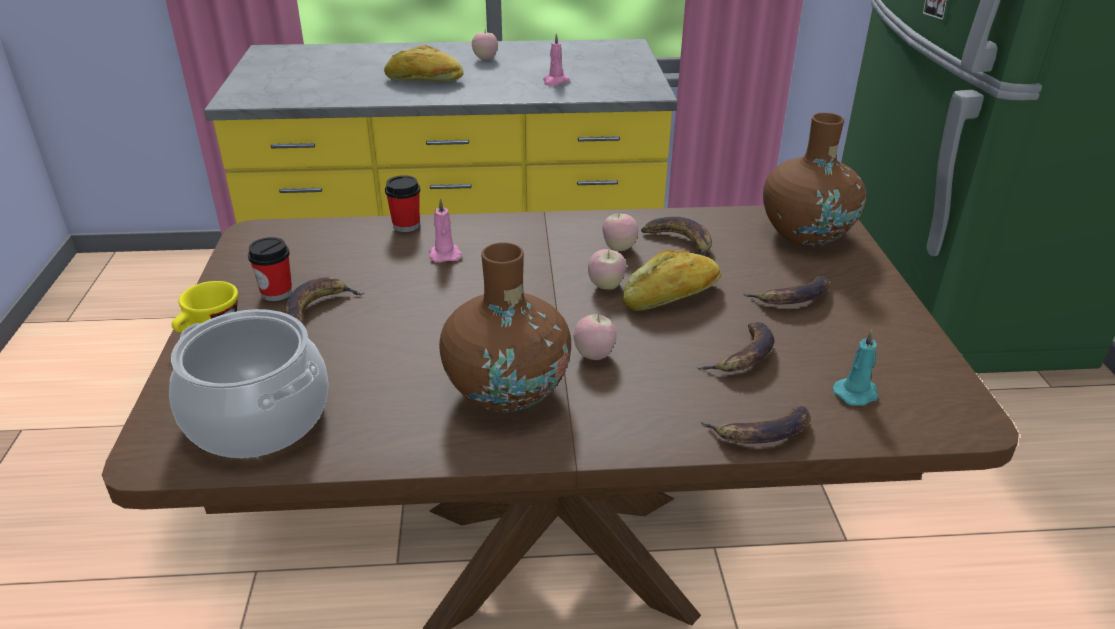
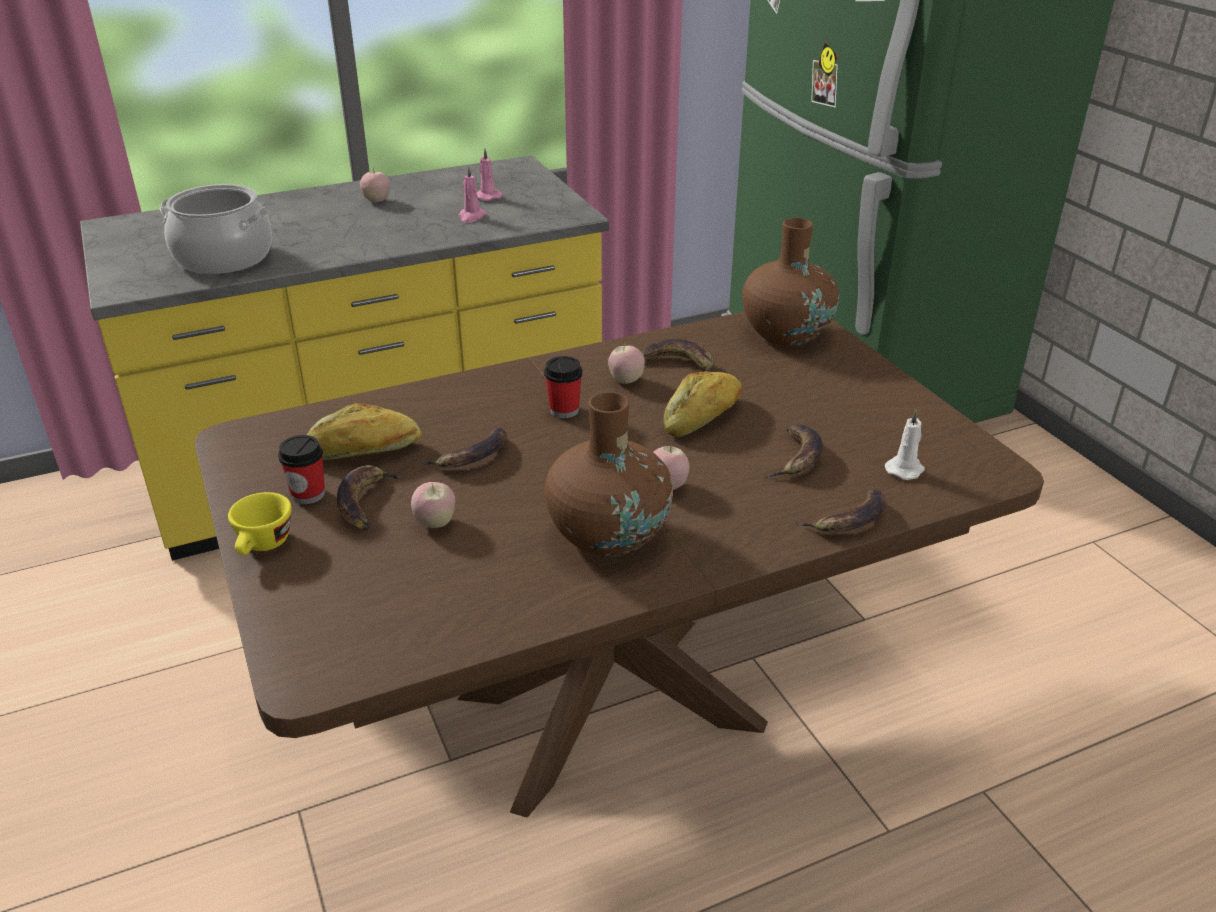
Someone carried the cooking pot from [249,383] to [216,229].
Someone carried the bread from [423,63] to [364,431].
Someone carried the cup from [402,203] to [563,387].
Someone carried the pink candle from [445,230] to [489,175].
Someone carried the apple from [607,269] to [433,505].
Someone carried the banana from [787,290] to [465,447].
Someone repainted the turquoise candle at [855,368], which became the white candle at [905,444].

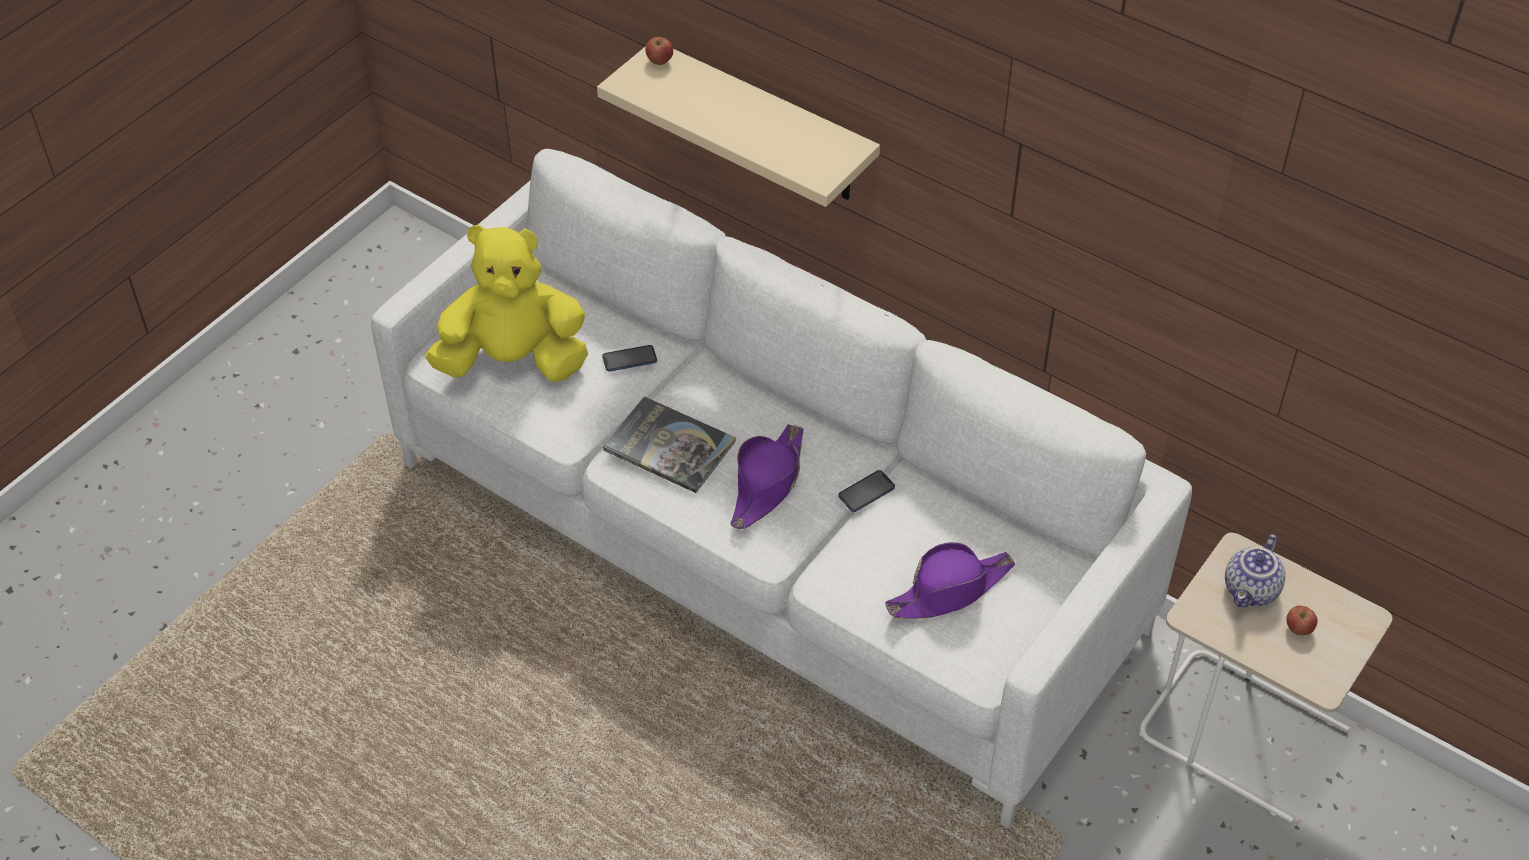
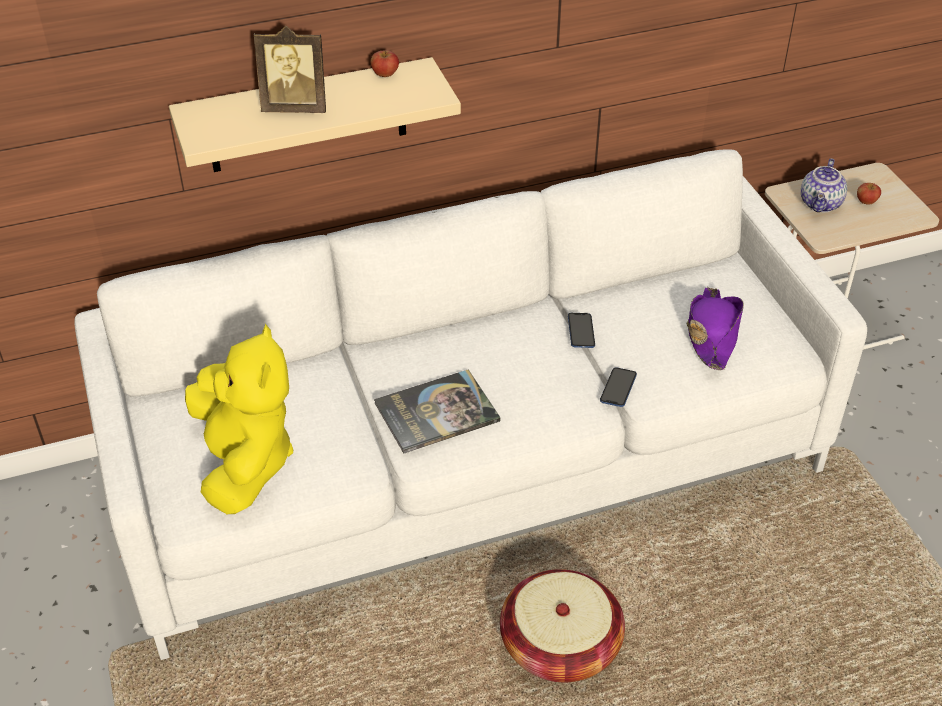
Someone rotated the yellow plush toy at [507,303] by 135 degrees clockwise.
Someone carried the phone from [629,358] to [618,387].
Someone carried the apple from [659,51] to [385,63].
Someone took away the purple hat at [767,476].
Someone rotated the teapot at [1255,571] by 45 degrees clockwise.
Someone put down the picture frame at [290,69].
Someone put down the basket at [562,625].

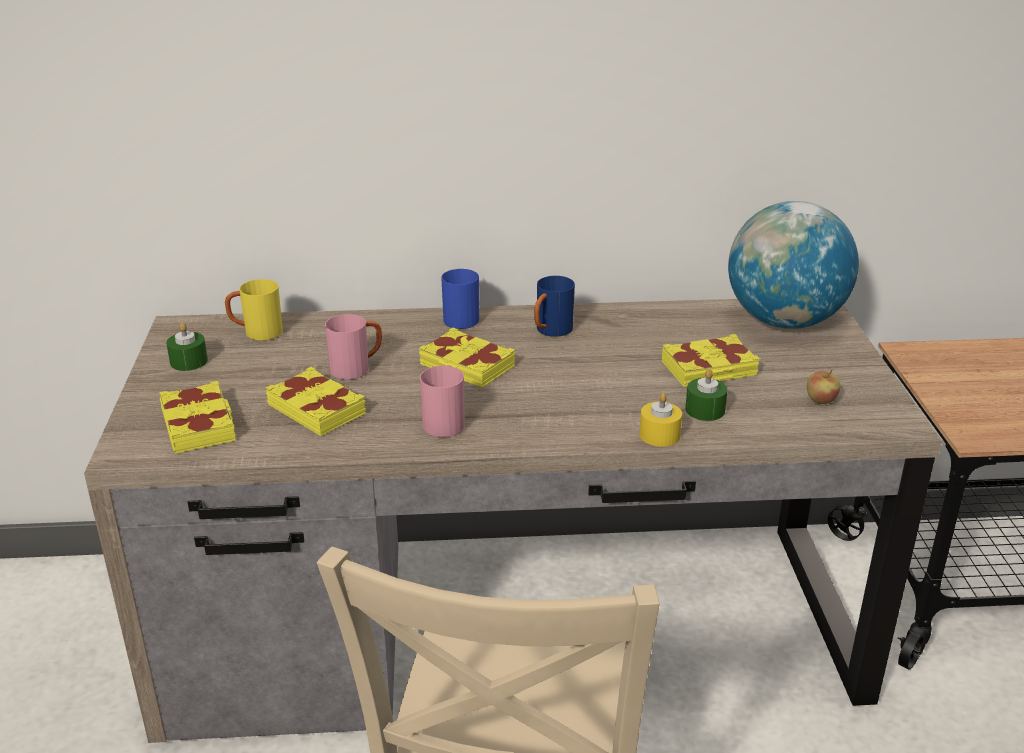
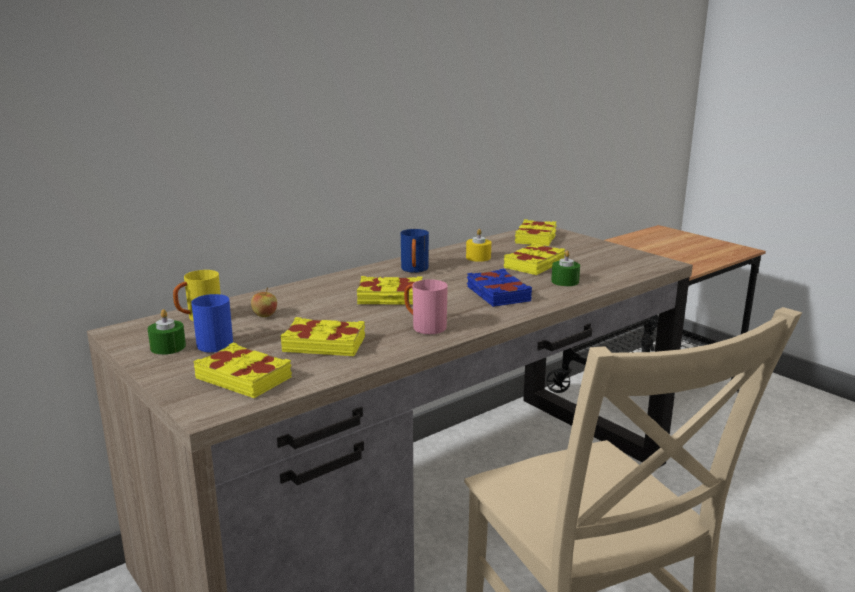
Someone took away the pink mug at [353,347].
Someone carried the blue mug from [460,299] to [212,323].
Someone carried the yellow candle from [660,420] to [478,245].
Someone swapped the globe at [793,265] for the yellow book at [536,232].
Someone carried the apple from [823,387] to [264,302].
Someone put down the blue book at [499,288].

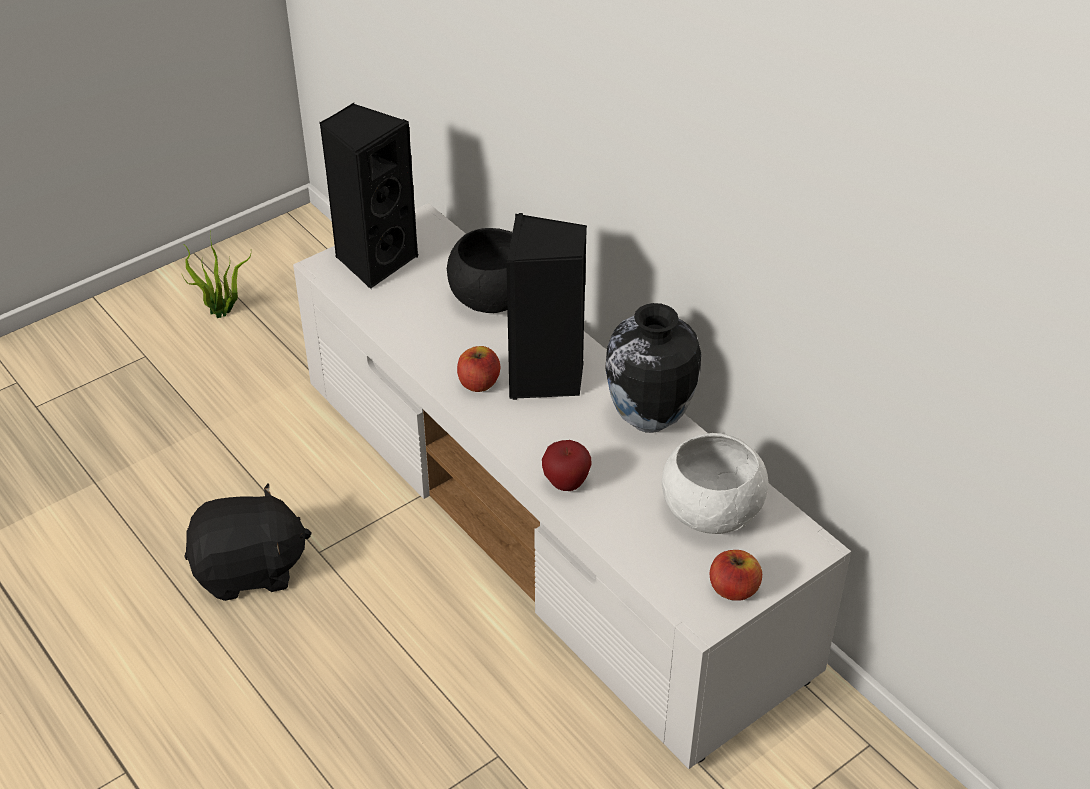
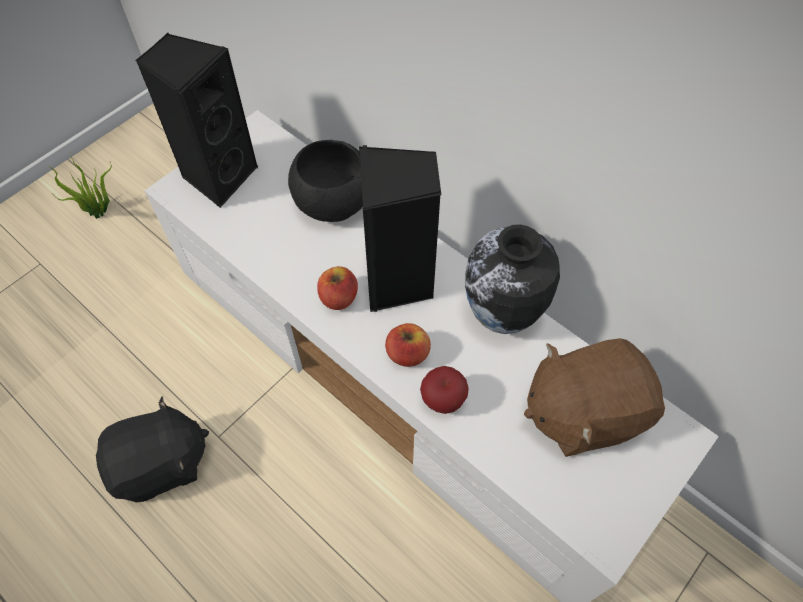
Someone swapped the white bowl at [715,483] for the brown plush toy at [594,397].
Someone carried the apple from [736,575] to [408,345].

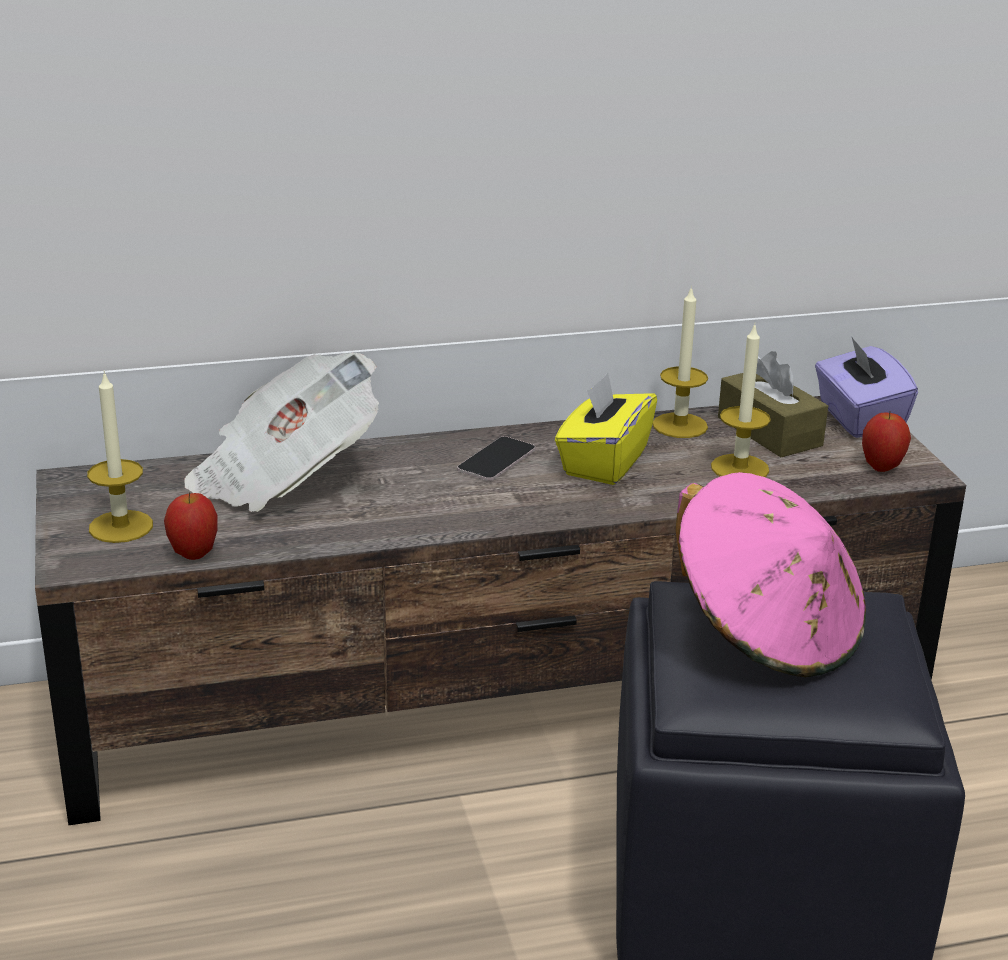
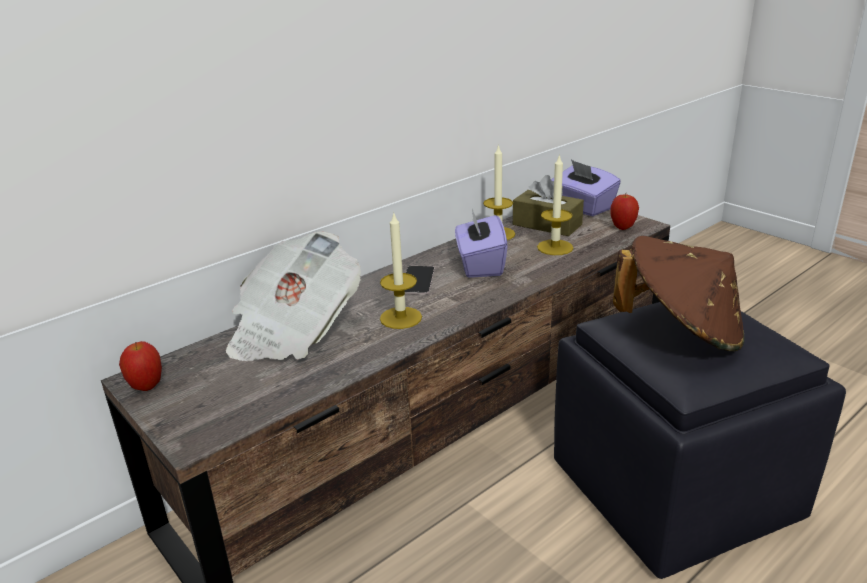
Someone carried the candle from [120,457] to [401,271].
Someone carried the apple from [191,526] to [140,366].
Someone repainted the yellow tissue box at [606,429], which became the purple tissue box at [481,243].
Someone repainted the pink hat at [770,575], which became the brown hat at [679,293].

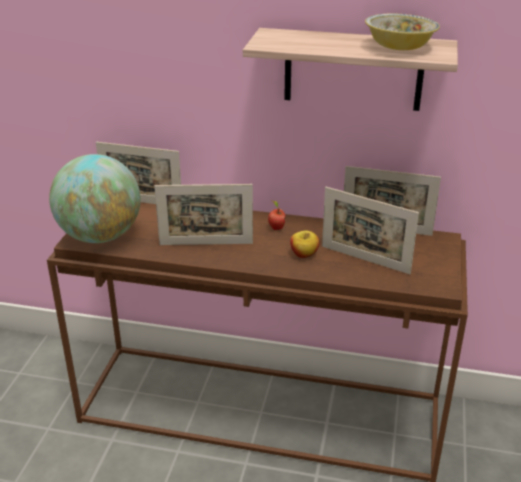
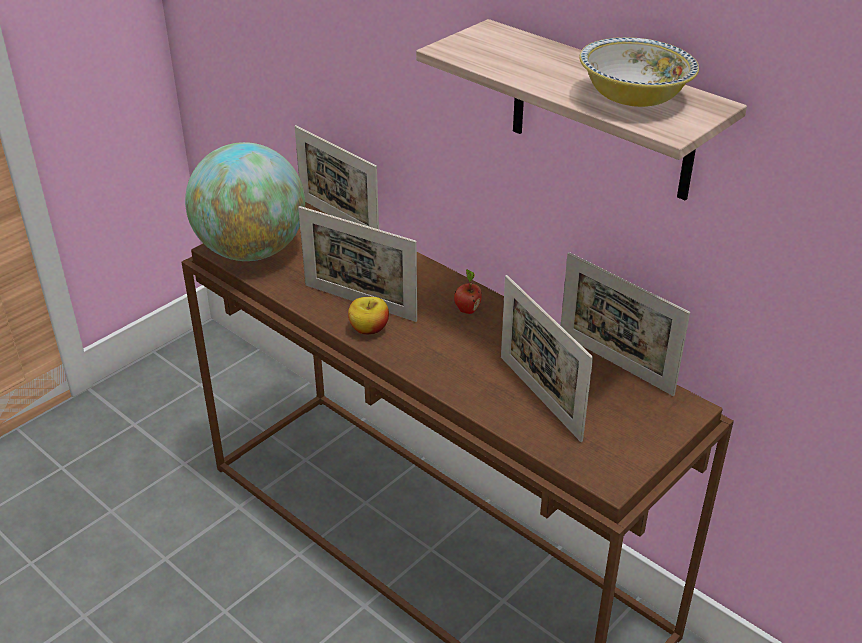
Someone carried the apple from [305,244] to [368,316].

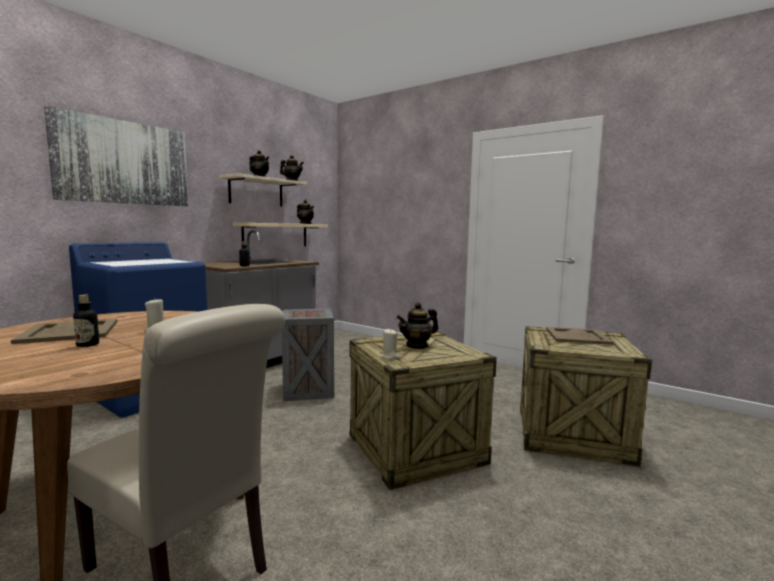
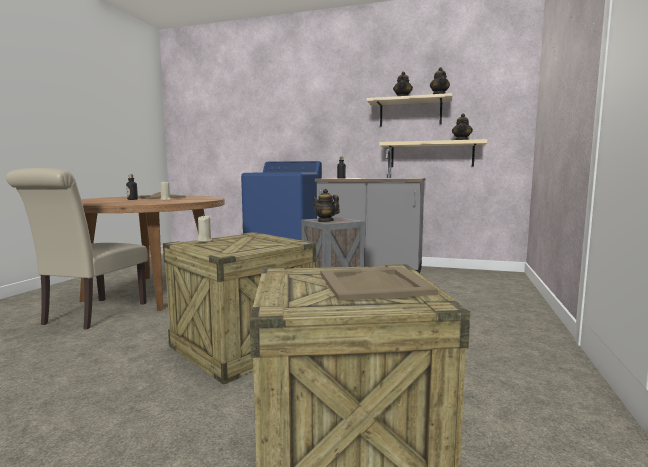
Someone took away the picture at [116,156].
Someone carried the teapot from [417,325] to [326,205].

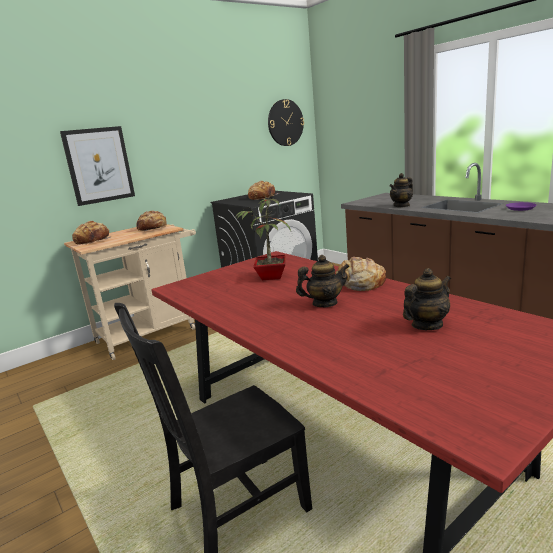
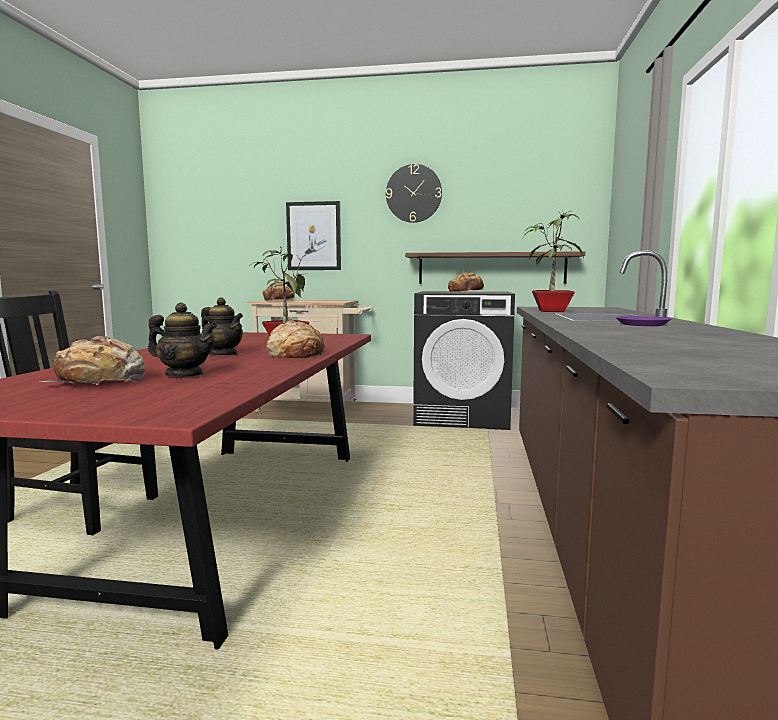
Someone carried the bread from [151,220] to [93,360].
Someone carried the wall clock from [286,122] to [414,193].
Someone swapped the teapot at [401,190] for the potted plant at [553,261].
Someone put up the shelf at [495,267].

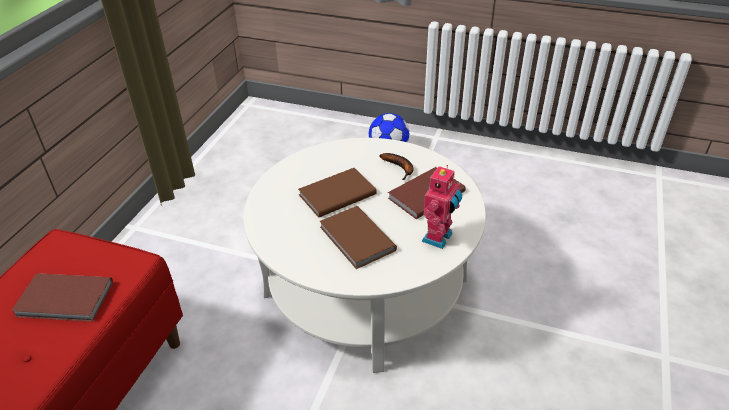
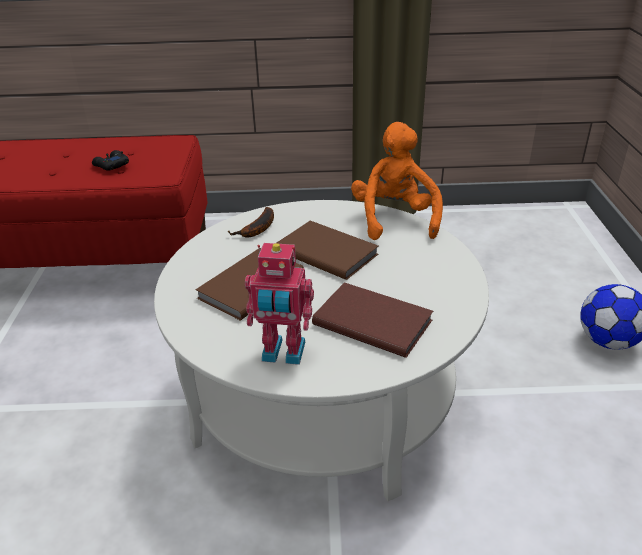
Someone swapped the brown book at [62,297] for the black game controller at [110,160].
Someone carried the banana from [396,166] to [250,222].
Someone put down the orange plush toy at [397,181].

